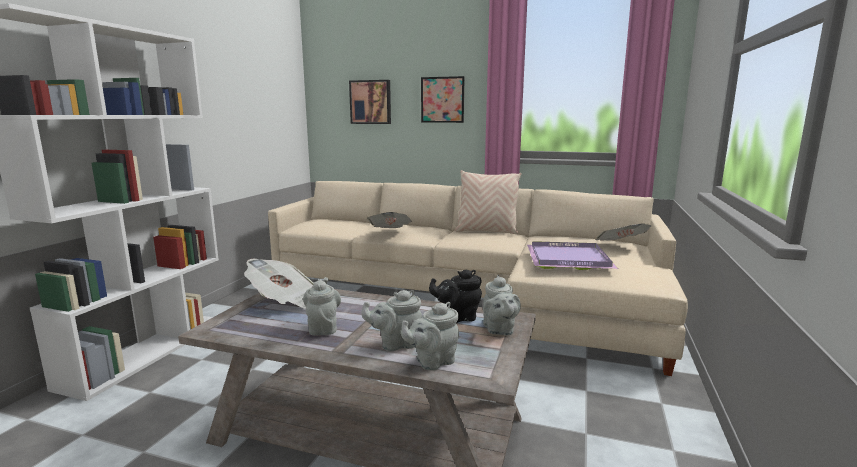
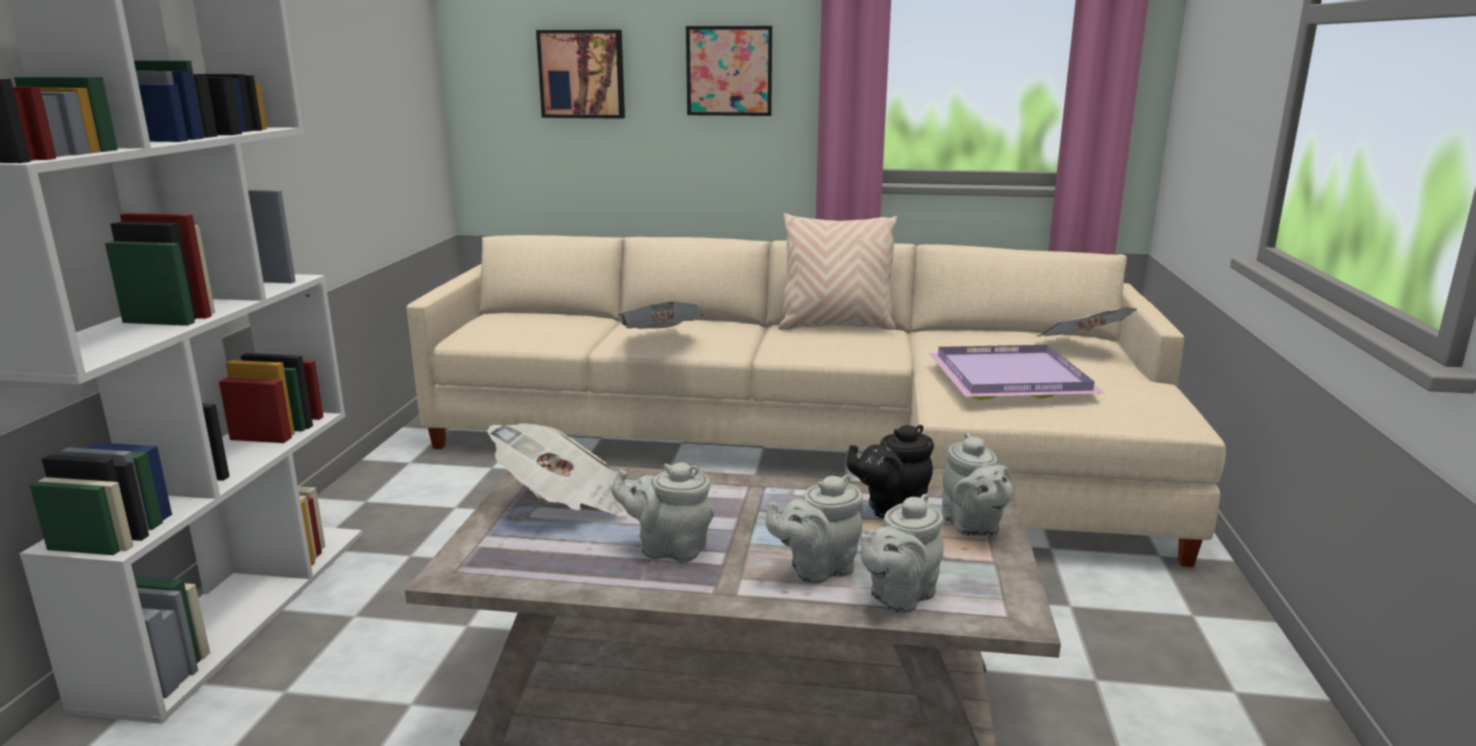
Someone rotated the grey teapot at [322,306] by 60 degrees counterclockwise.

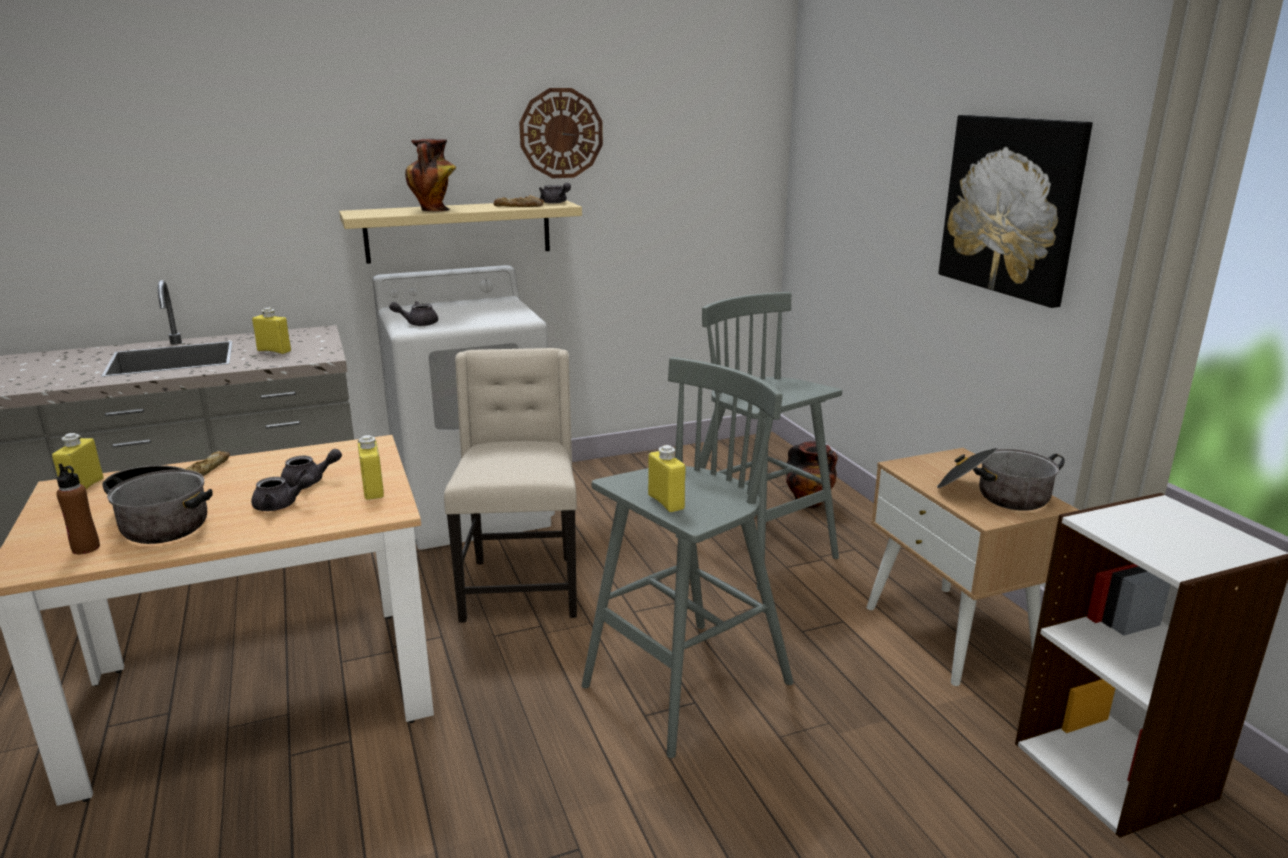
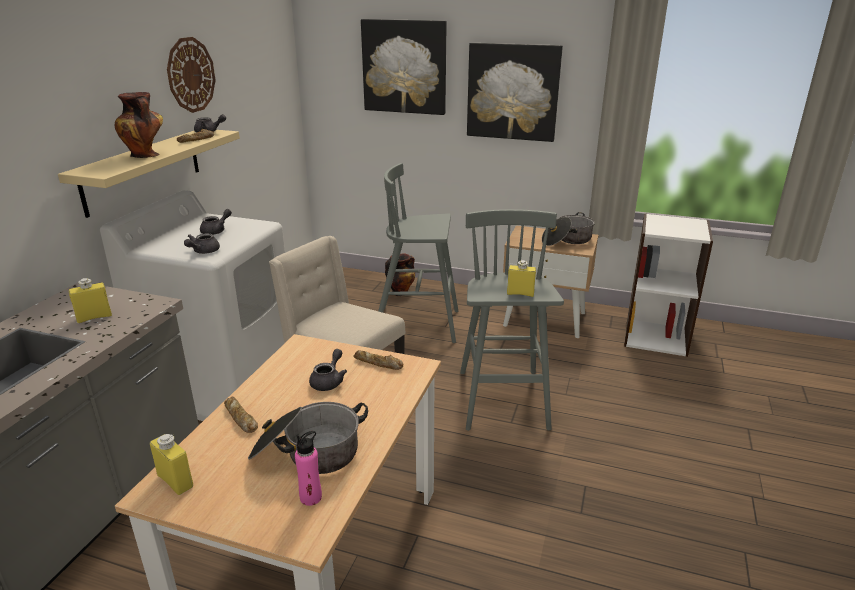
Someone repainted the brown bottle at [78,509], which became the pink bottle at [308,468].
Someone carried the grey teapot from [283,492] to [216,222].
Someone swapped the yellow bottle at [371,467] for the bread at [378,360].
Someone put up the picture at [404,67].

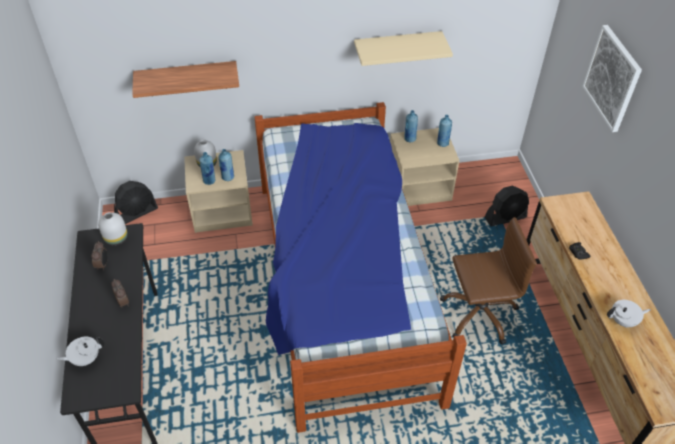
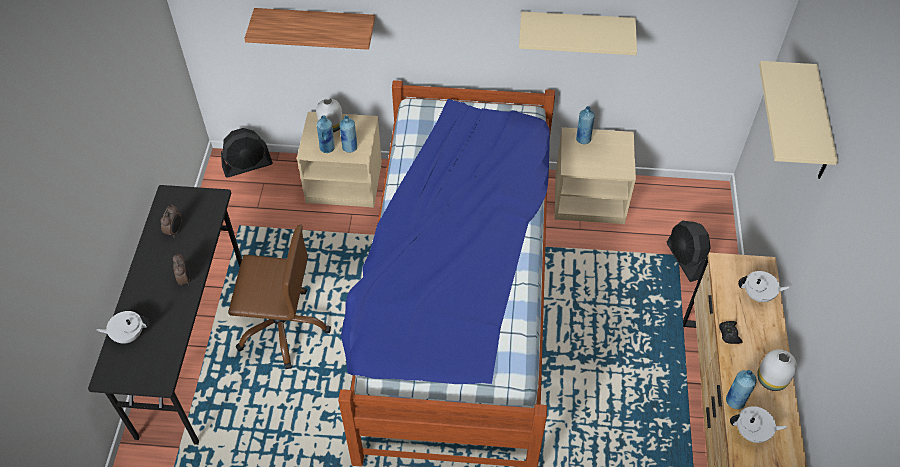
Someone carried the white vase from [113,229] to [777,370].
Someone carried the blue bottle from [444,131] to [741,389].
Someone carried the brown office chair from [488,281] to [279,297].
Someone rotated the black fan at [507,206] by 75 degrees clockwise.
Someone swapped the picture at [612,78] for the beige shelf at [798,120].
Someone put down the white teapot at [764,286].

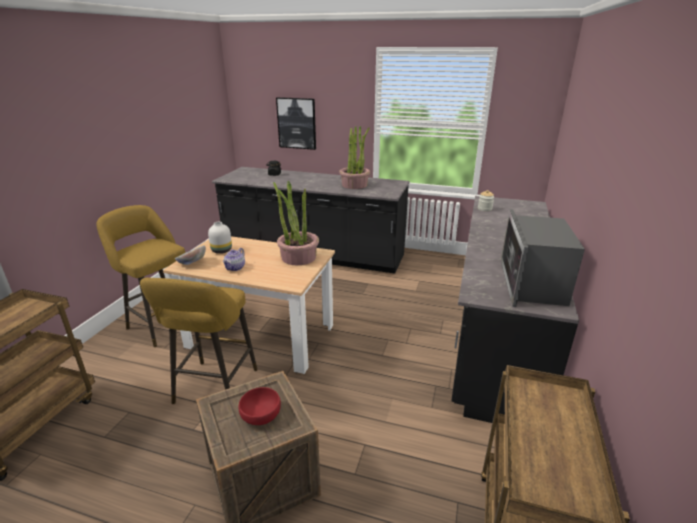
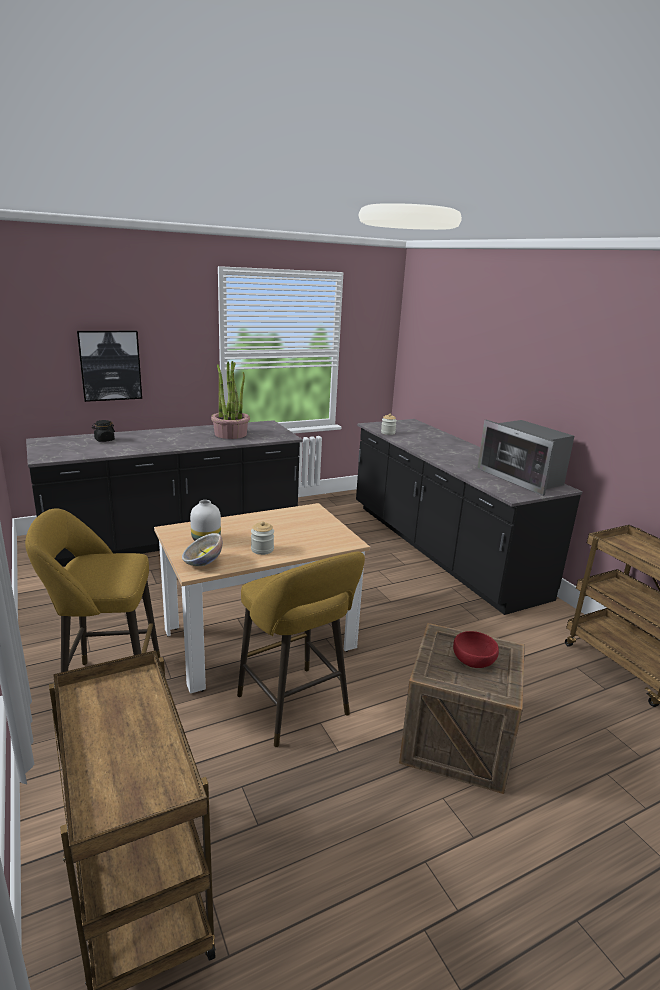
Someone swapped the teapot at [234,259] for the jar at [262,538].
Someone took away the potted plant at [296,223].

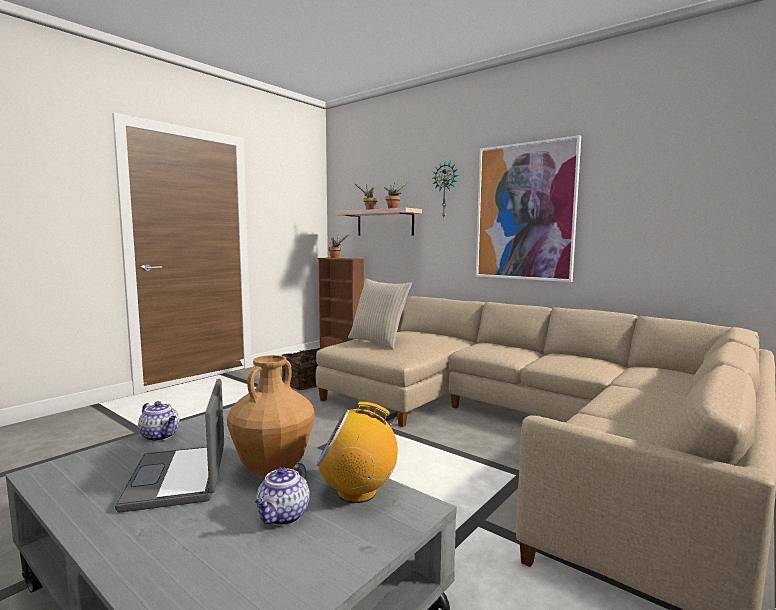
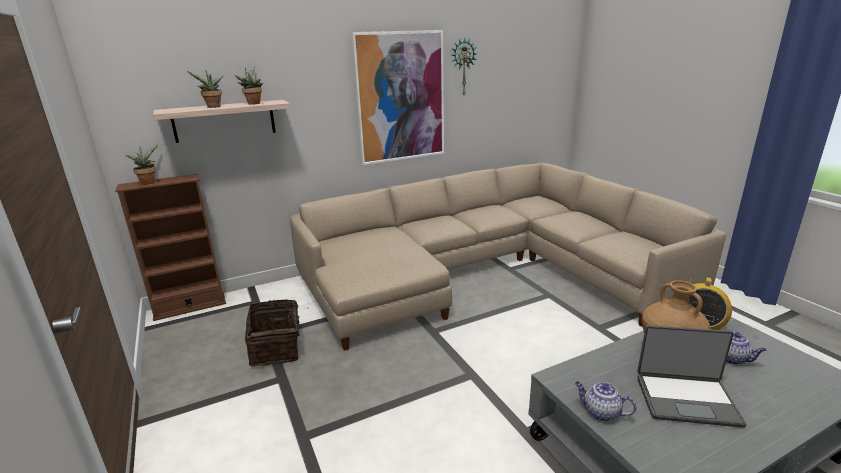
Someone rotated the teapot at [159,421] by 120 degrees counterclockwise.
Someone took away the beige pillow at [380,314].
Someone carried the wall clock from [446,189] to [464,66].

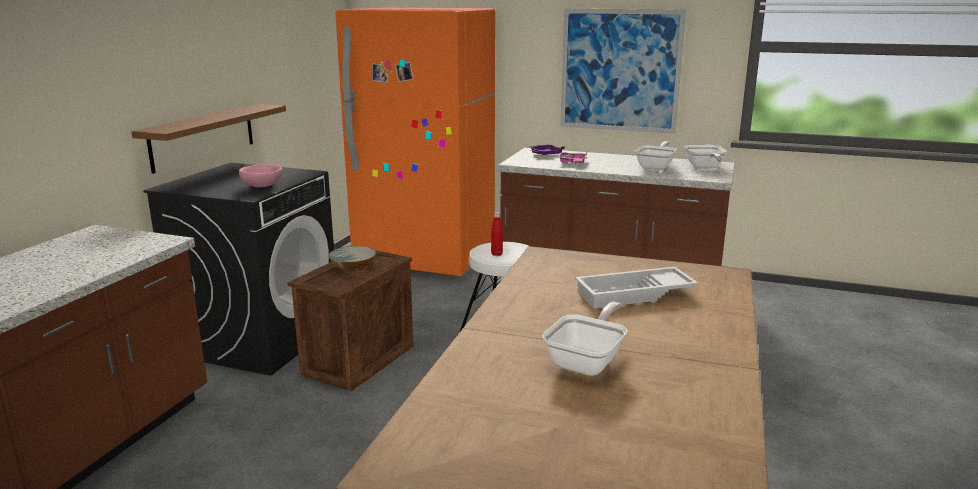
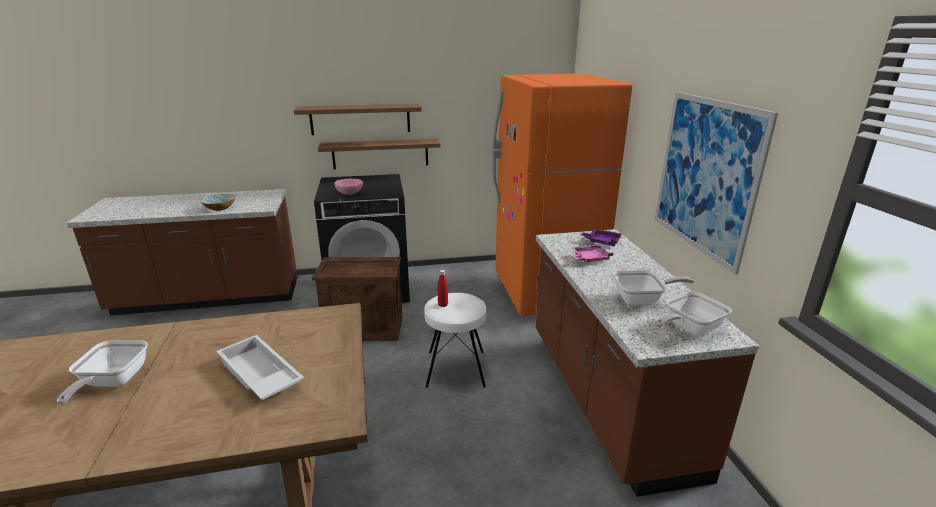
Someone carried the bowl from [352,259] to [217,202].
Someone rotated the frying pan at [585,339] by 90 degrees clockwise.
Someone put up the brown shelf at [358,119].

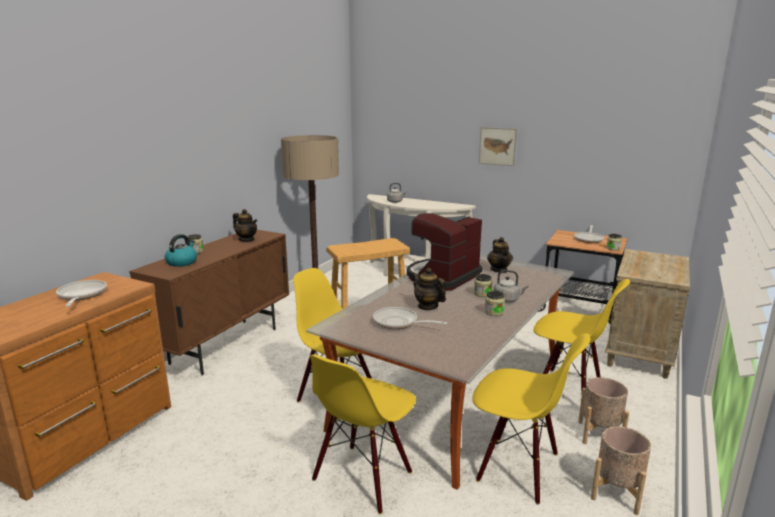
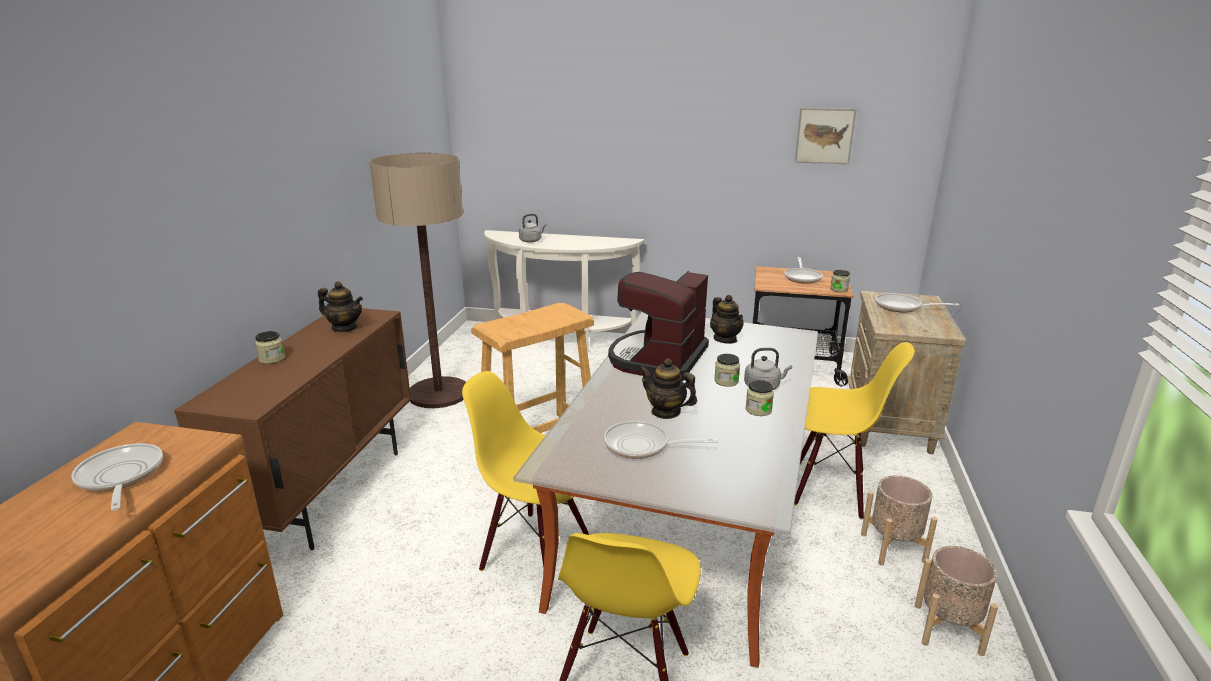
Someone took away the kettle at [181,250].
Someone took away the yellow chair at [531,419].
Someone carried the picture from [498,146] to [825,136].
Someone put down the frying pan at [917,303].

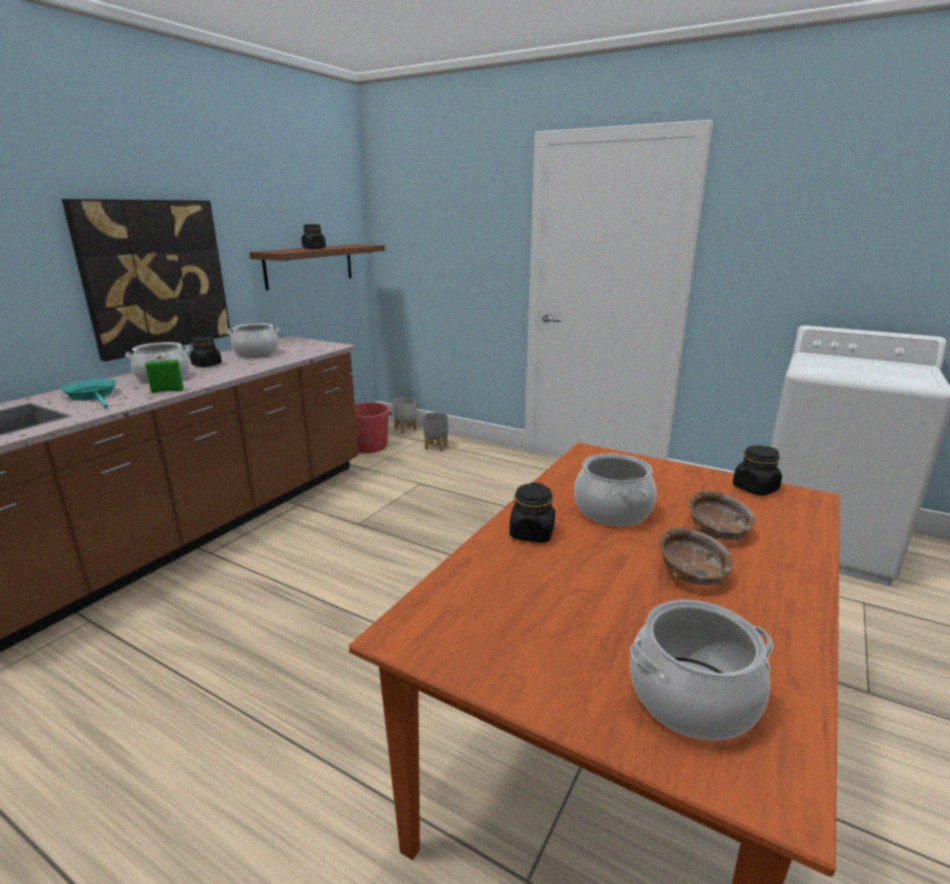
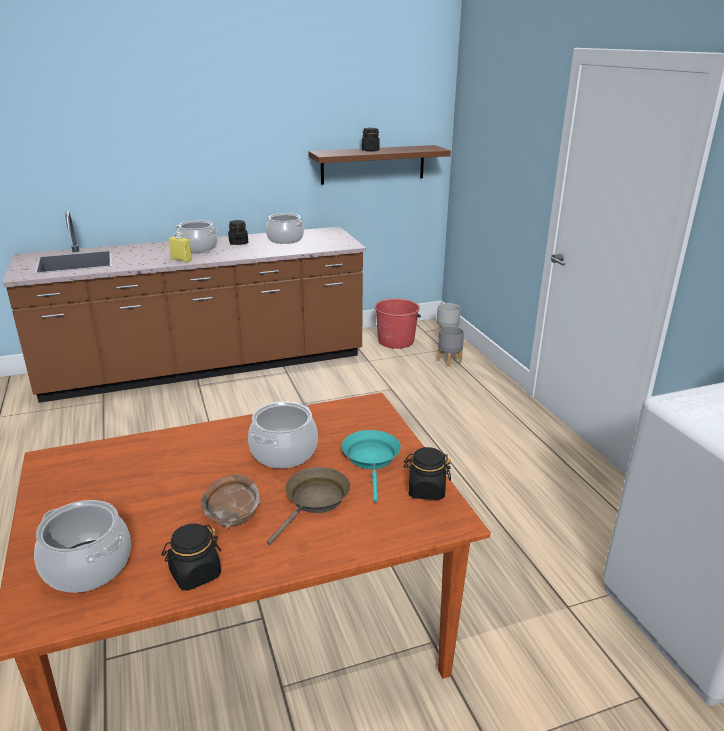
Someone carried the turquoise frying pan from [88,393] to [371,466].
Someone took away the picture at [146,280].
Someone repainted the green bottle at [164,373], which became the yellow bottle at [180,247].
Someone carried the black jar from [532,512] to [191,557].
Someone swapped the brown bowl at [721,516] for the brown frying pan at [308,506].

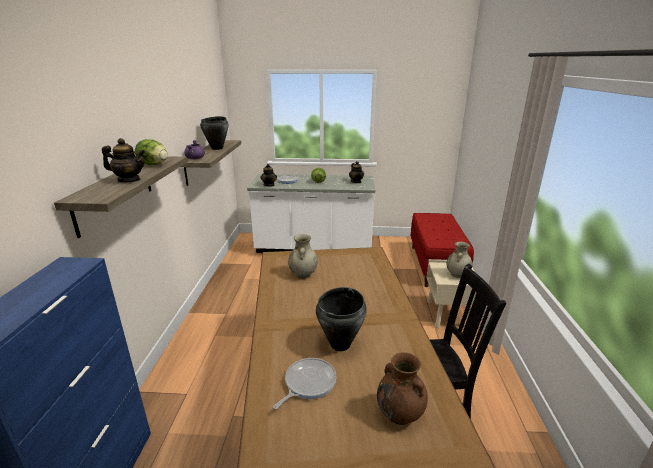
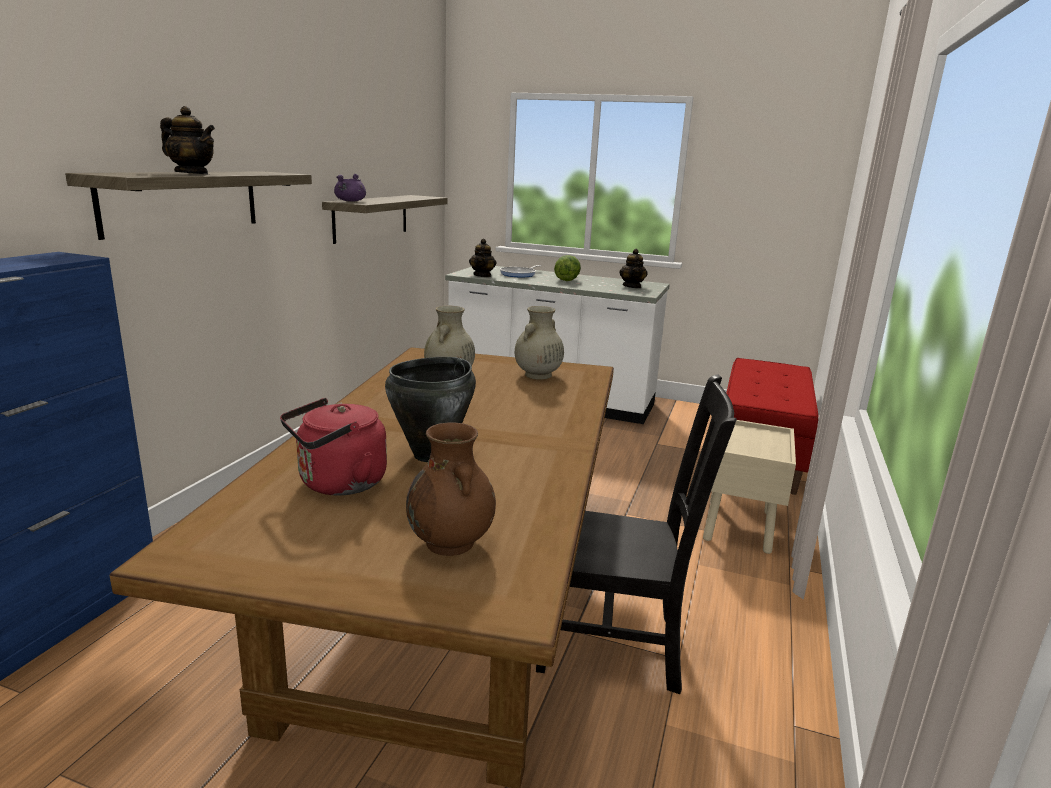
Someone took away the lettuce at [151,152].
Someone took away the black cooking pot at [214,133].
Someone swapped the frying pan at [305,383] for the red kettle at [333,447].
Someone carried the beige vase from [459,260] to [539,343].

